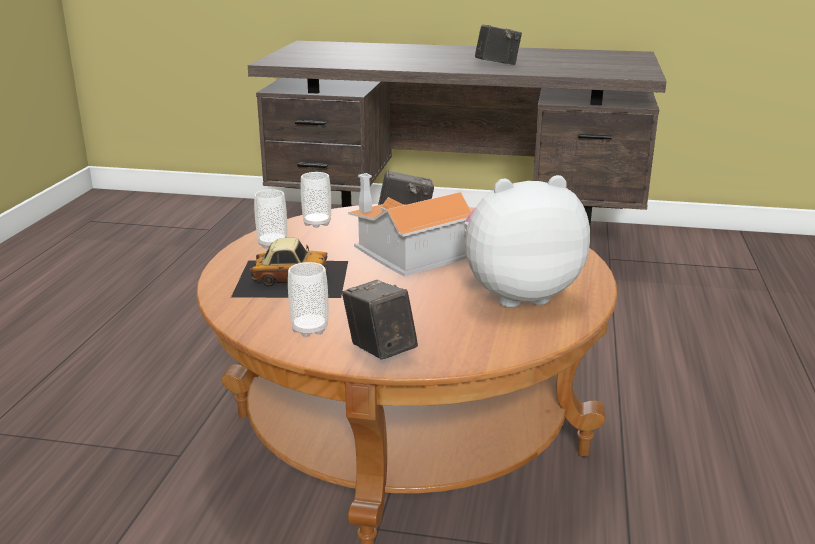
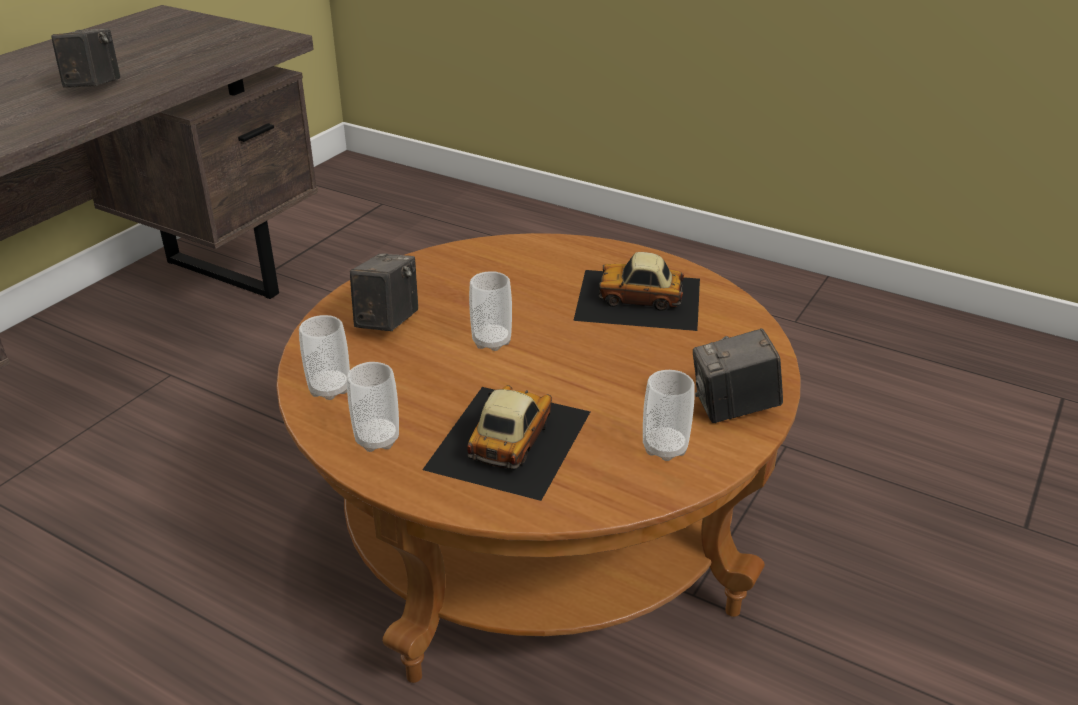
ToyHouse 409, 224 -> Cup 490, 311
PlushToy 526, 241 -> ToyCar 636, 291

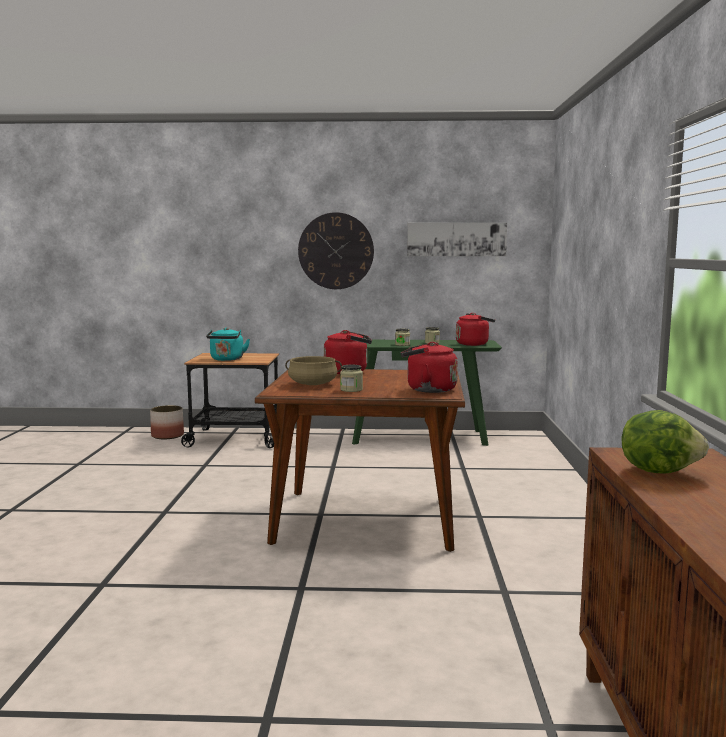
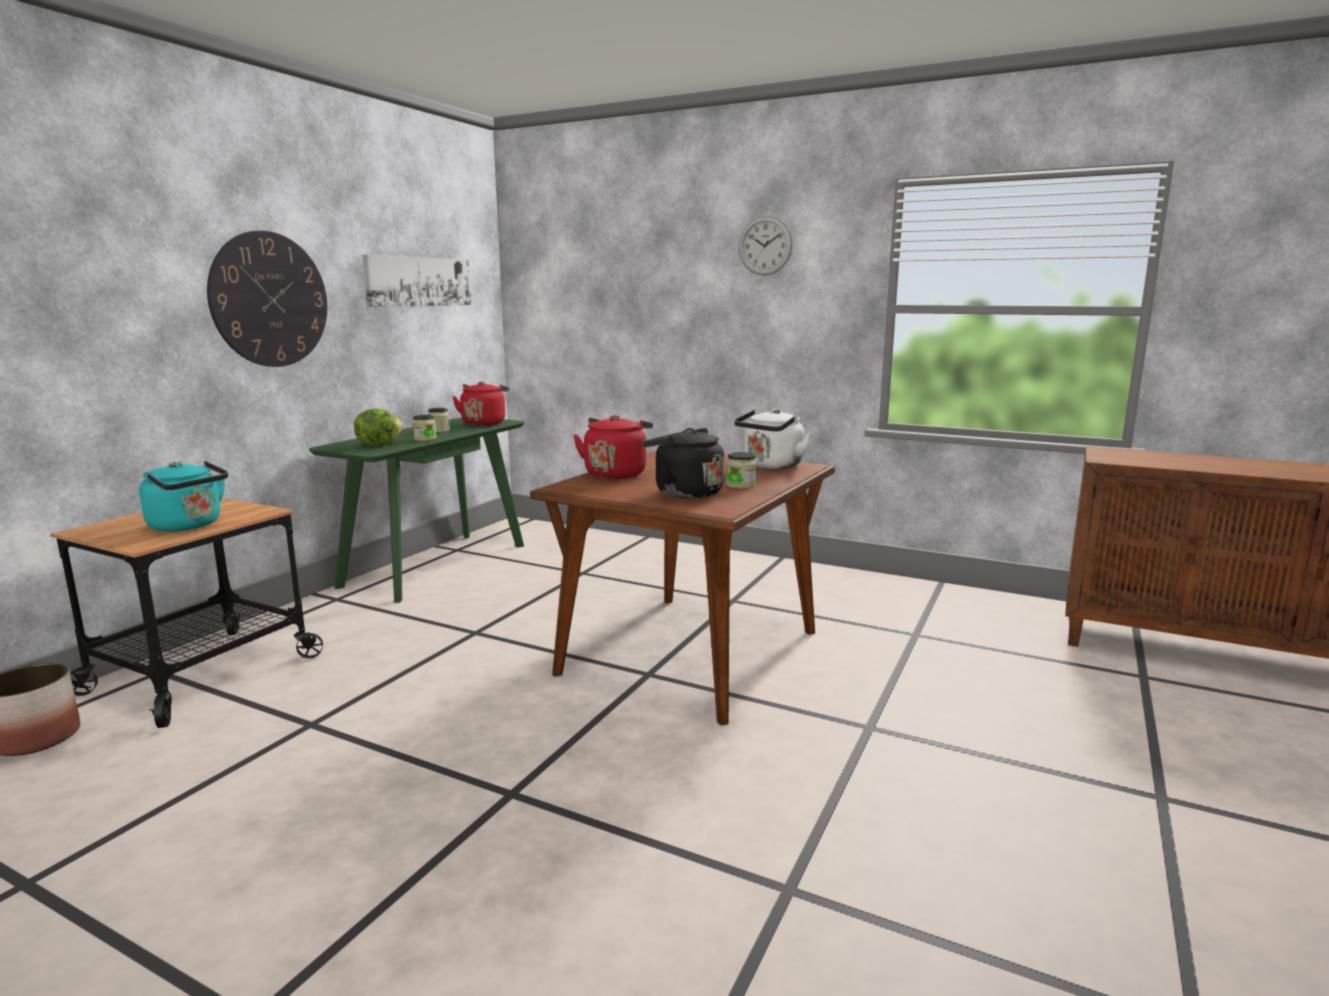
Lettuce 665, 442 -> Lettuce 378, 427, relocated
BeigeCookingPot 313, 370 -> BlackKettle 683, 463
RedKettle 429, 367 -> WhiteKettle 773, 439
none -> WallClock 766, 246

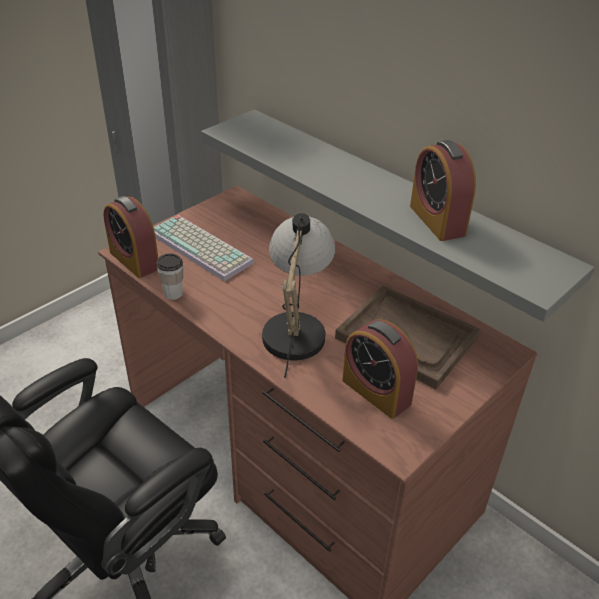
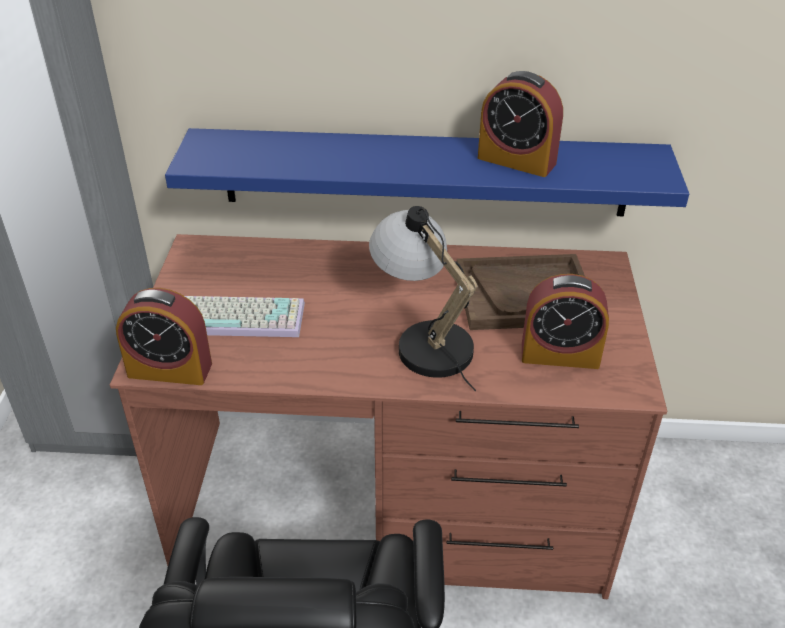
GreyShelf 398, 215 -> BlueShelf 427, 172
Cup 169, 276 -> none

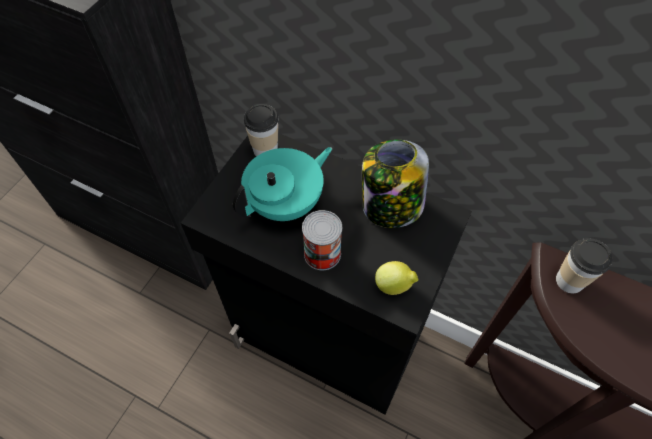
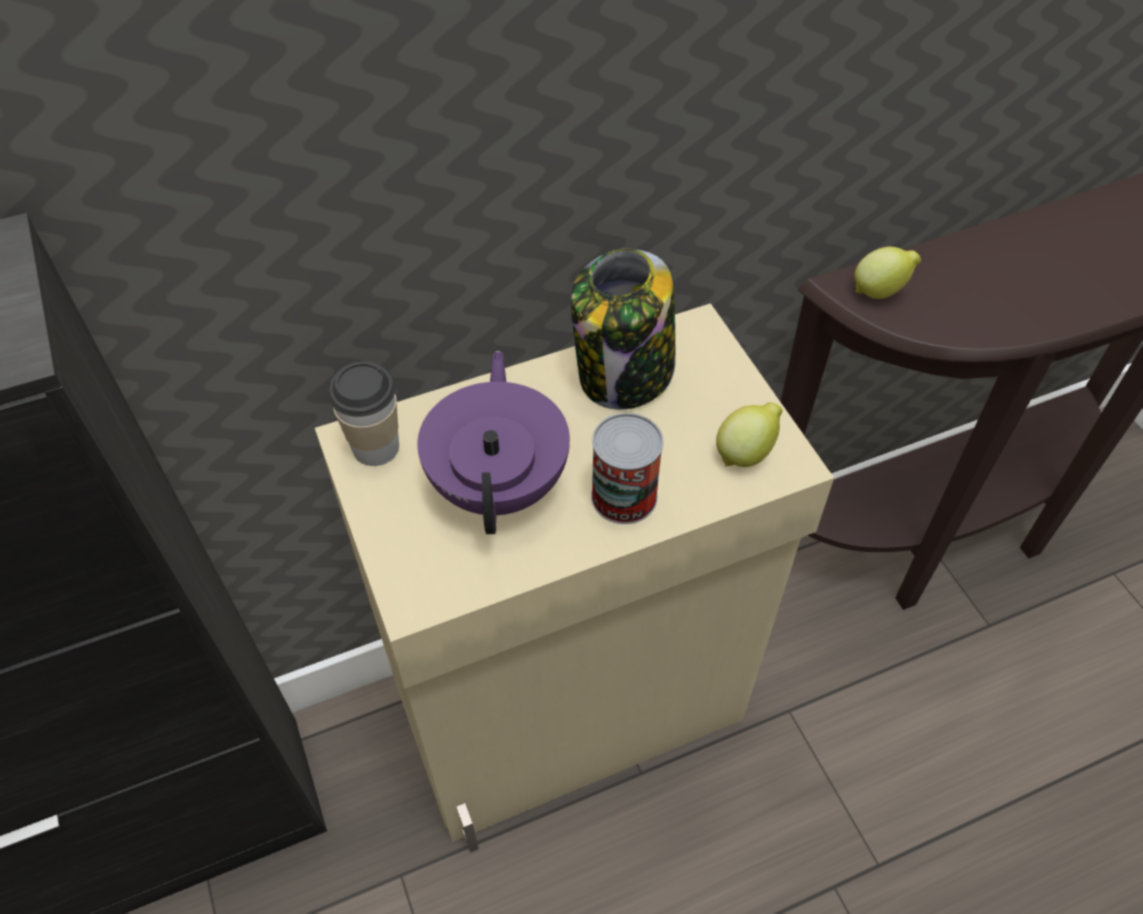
BlackCabinet 326, 273 -> BeigeCabinet 574, 577
TurquoiseTeapot 282, 184 -> PurpleTeapot 493, 442
Cup 584, 265 -> Lemon 887, 273

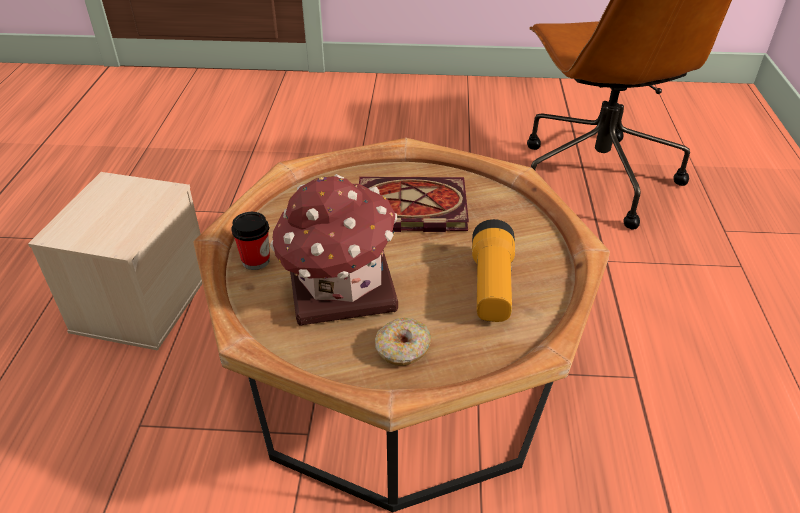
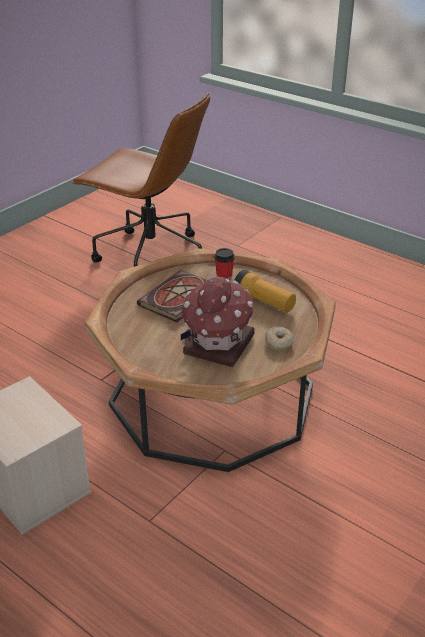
Cup 250, 241 -> Cup 224, 264, relocated

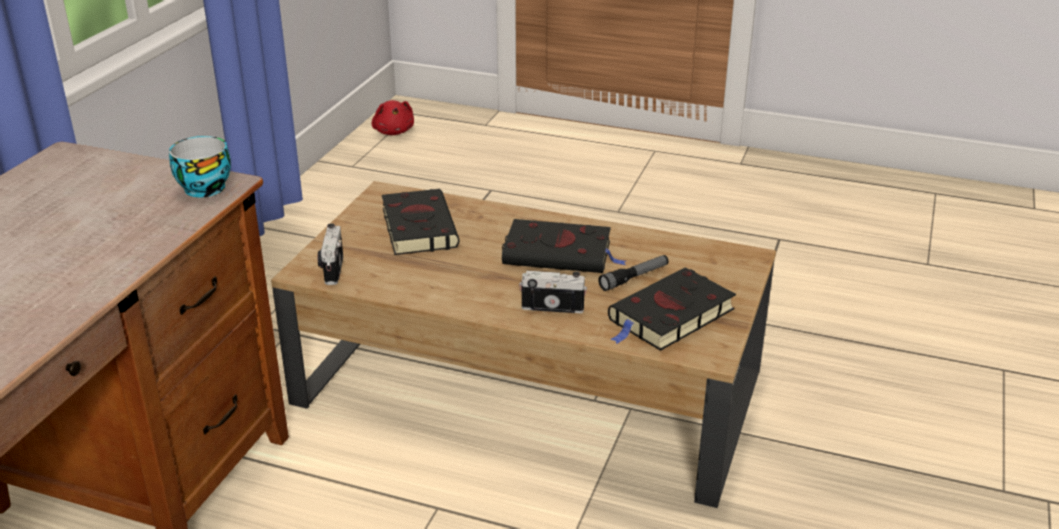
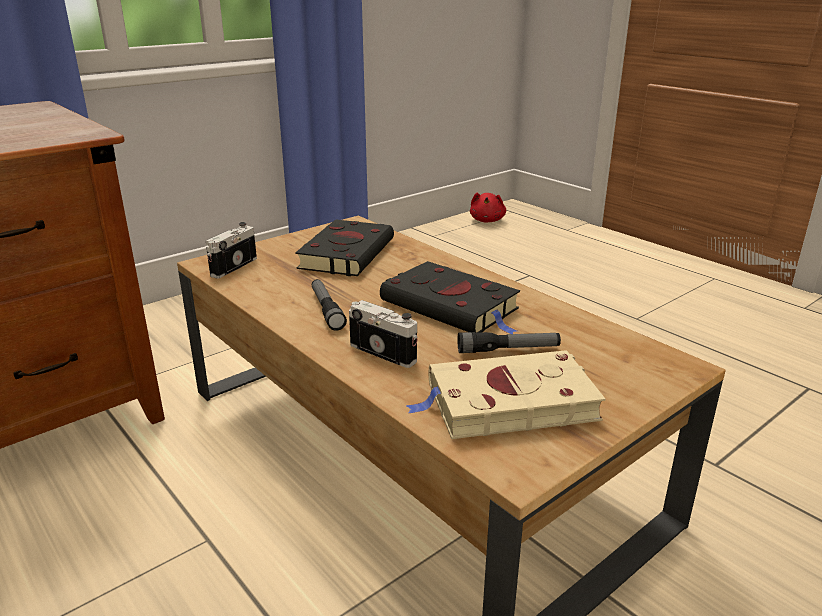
none -> Flashlight 329, 305
BlackBook 672, 309 -> BeigeBook 506, 394
Cup 200, 166 -> none

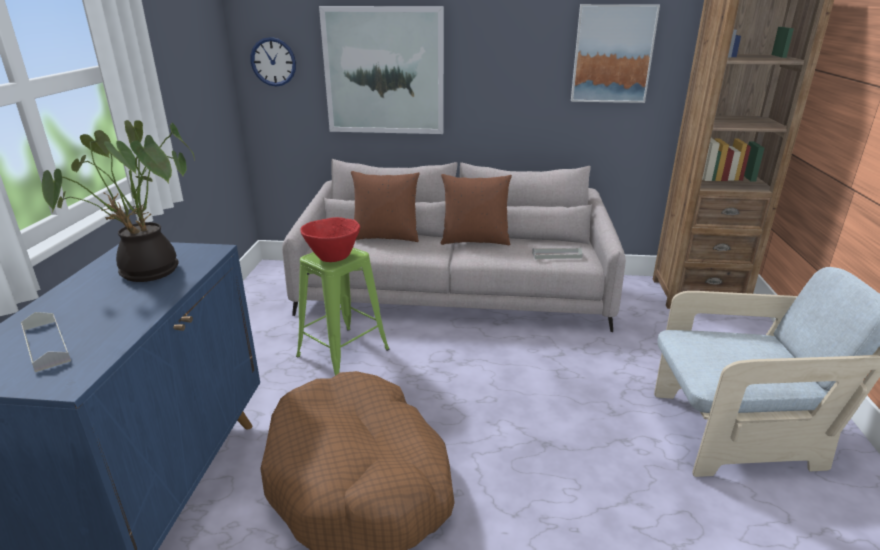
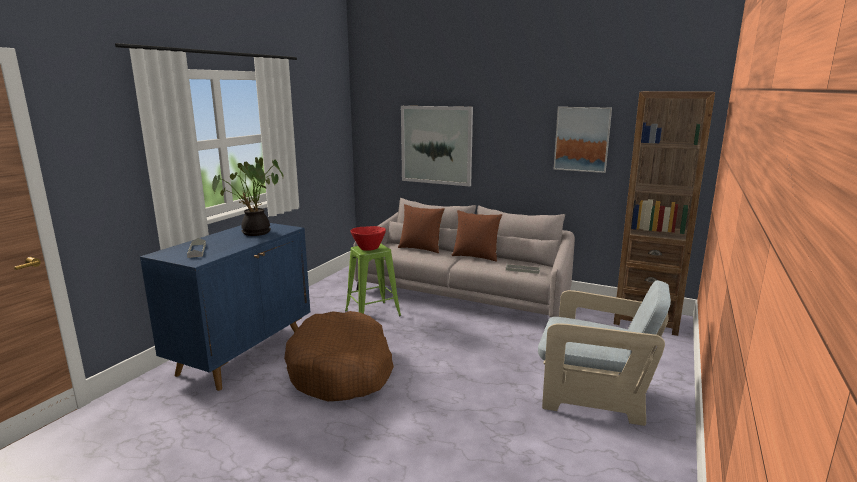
WallClock 273, 61 -> none

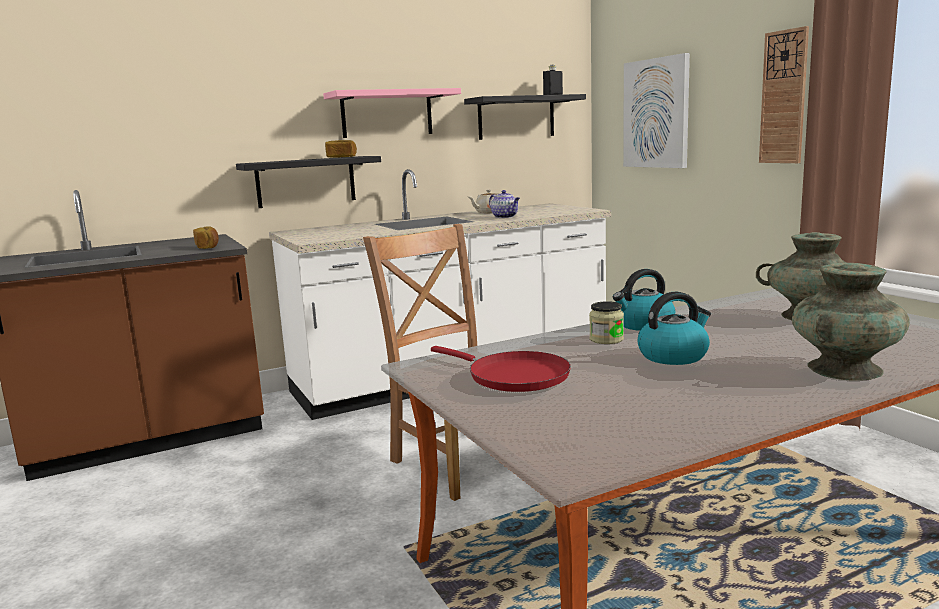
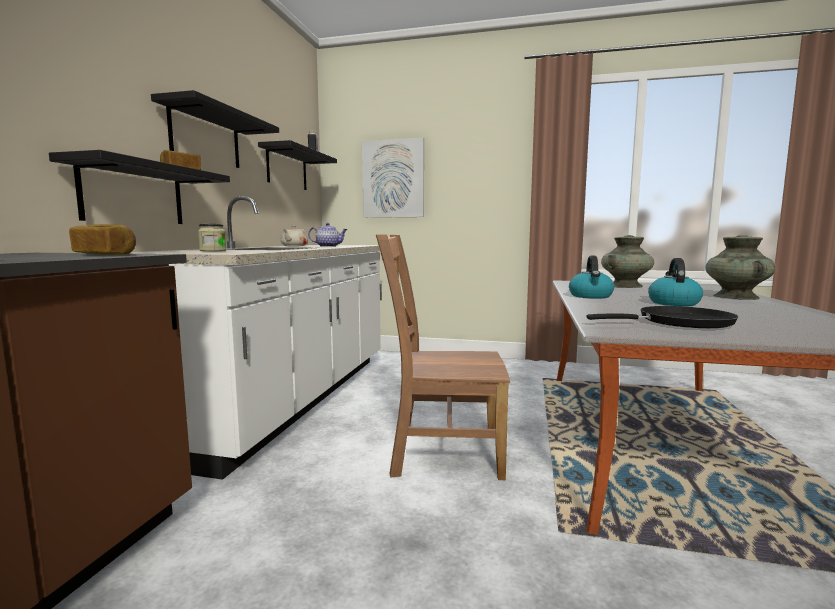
PinkShelf 392, 113 -> BlackShelf 215, 129
Jar 606, 322 -> Jar 212, 237, relocated
RedFryingPan 501, 369 -> BlackFryingPan 663, 317
WallClock 784, 94 -> none

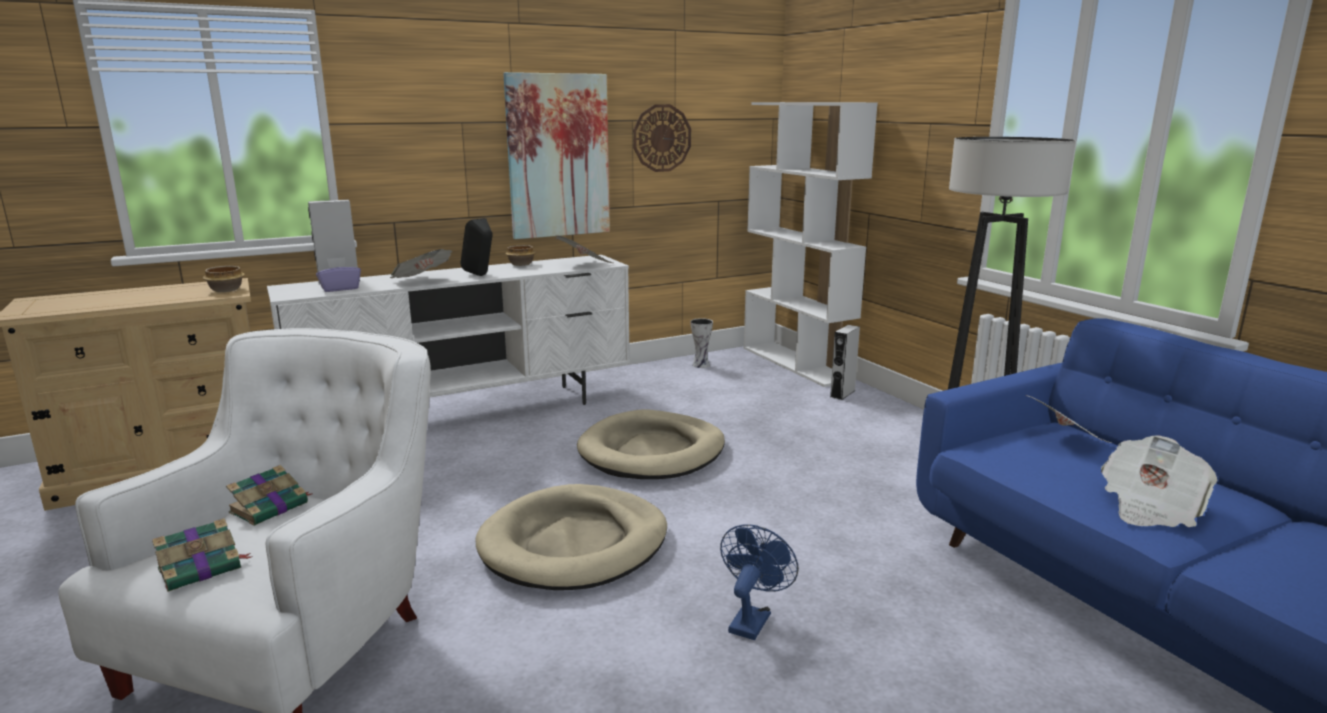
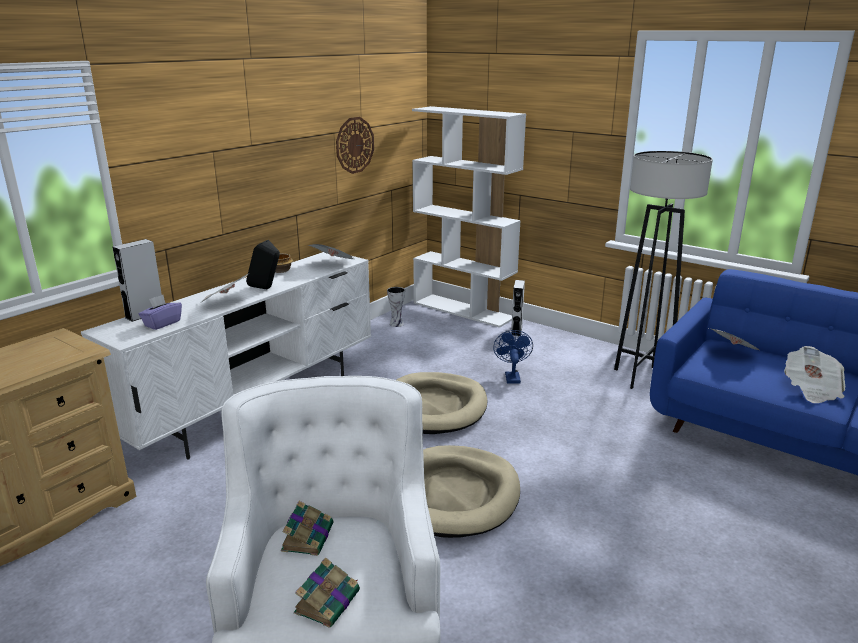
BlueFan 759, 582 -> BlueFan 513, 356, relocated
Bowl 224, 279 -> none
Picture 556, 155 -> none

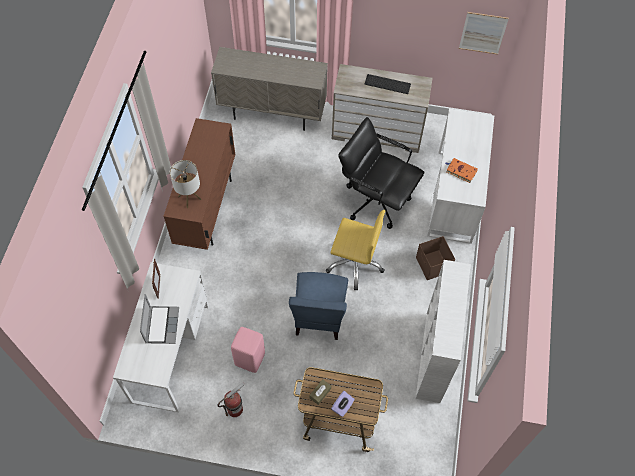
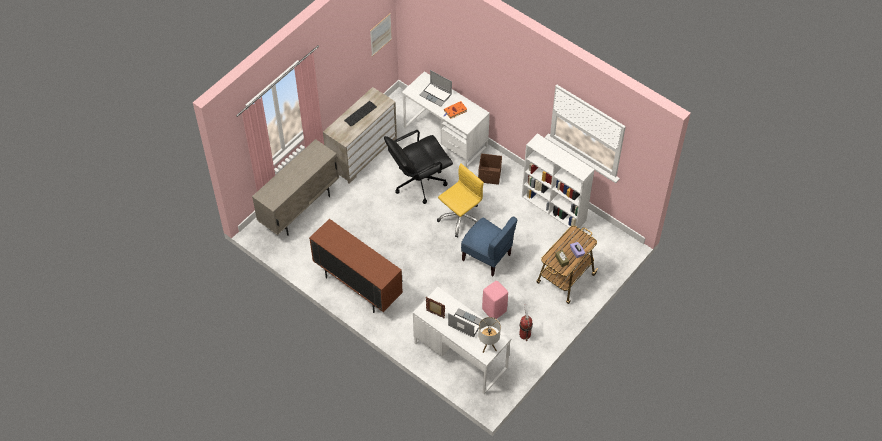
none -> Laptop 436, 88
TableLamp 186, 184 -> TableLamp 489, 335, relocated

